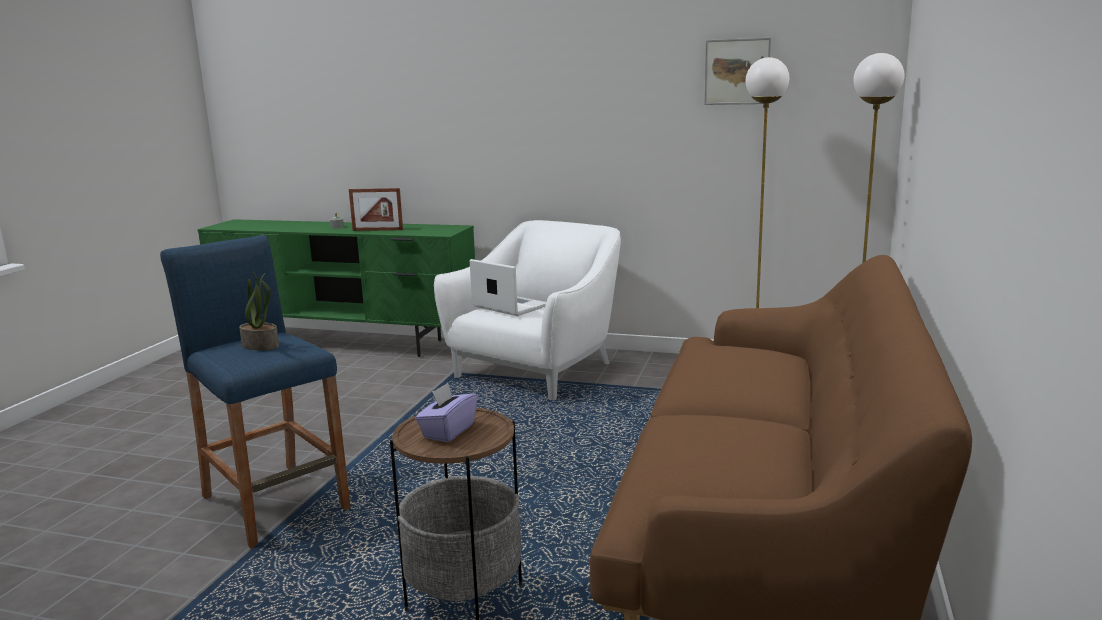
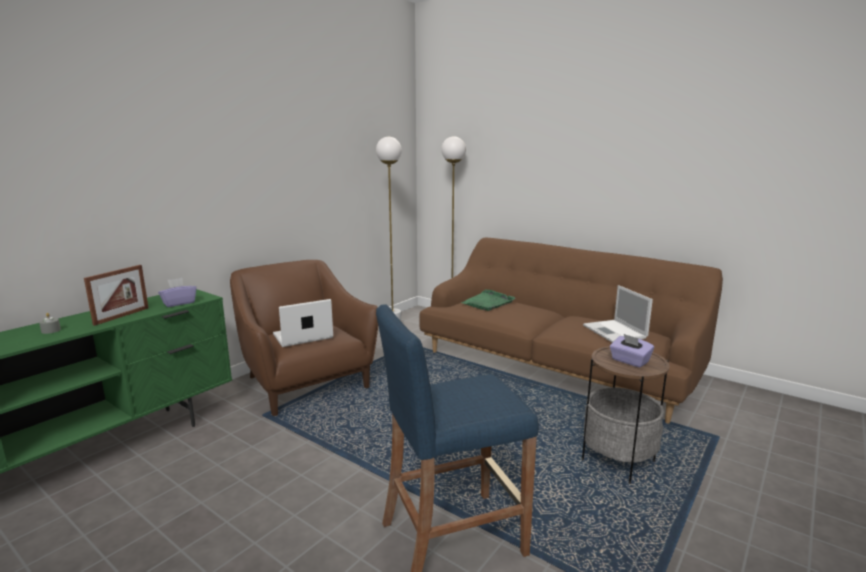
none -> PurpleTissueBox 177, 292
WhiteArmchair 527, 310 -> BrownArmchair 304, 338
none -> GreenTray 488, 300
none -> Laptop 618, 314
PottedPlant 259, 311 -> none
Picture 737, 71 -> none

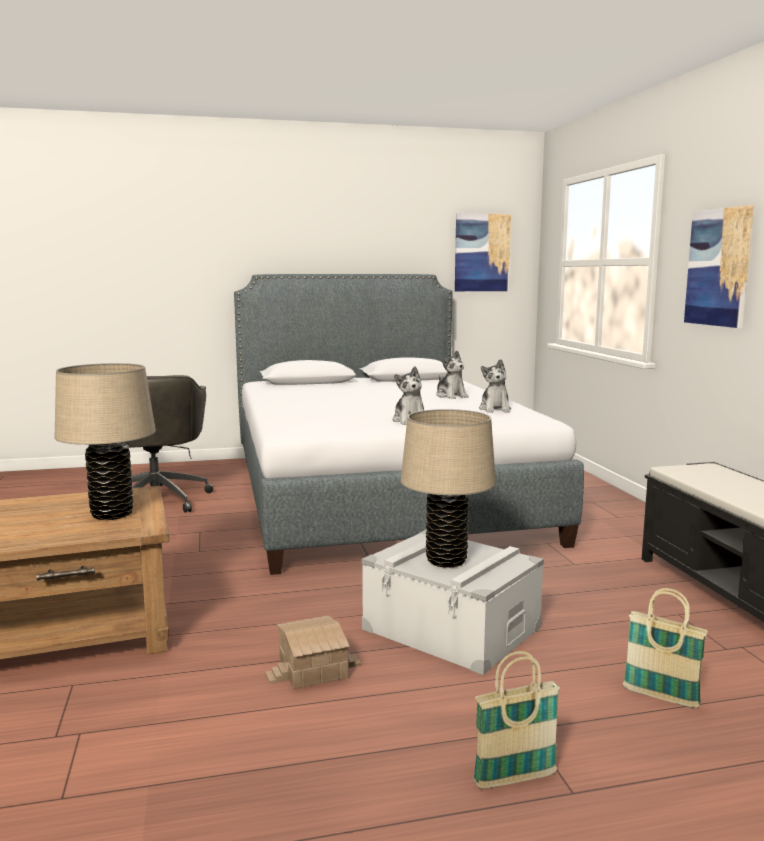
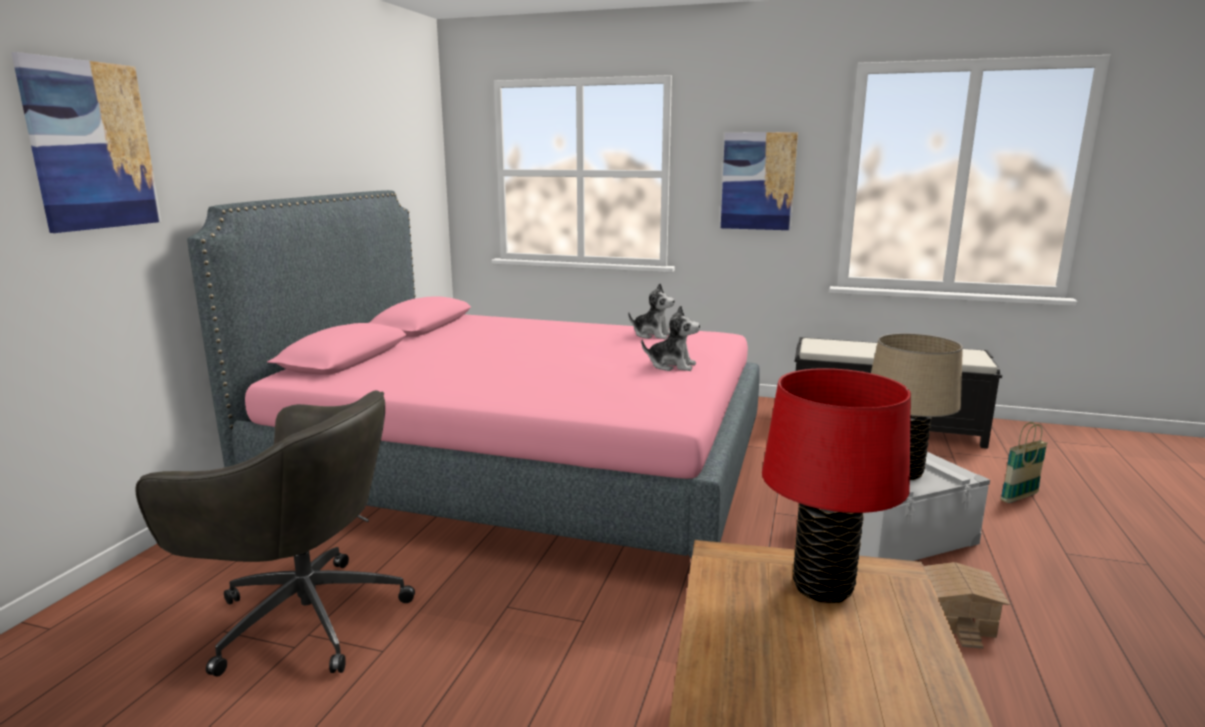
Picture 483, 252 -> Picture 86, 142, relocated
GreyBed 409, 424 -> PinkBed 473, 374
BeigeTableLamp 105, 441 -> RedTableLamp 836, 485
PlushToy 452, 374 -> none
Basket 516, 720 -> none

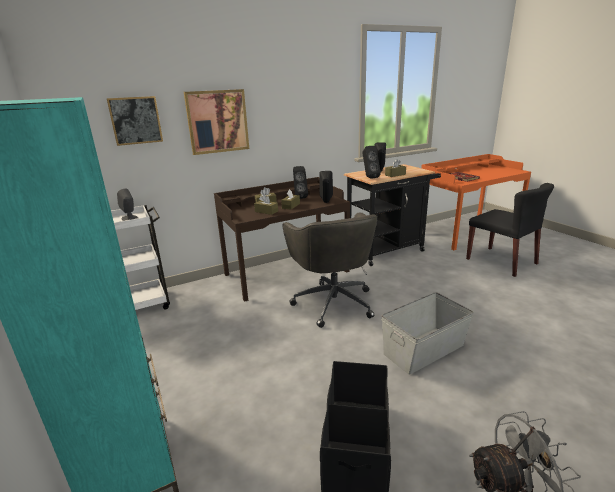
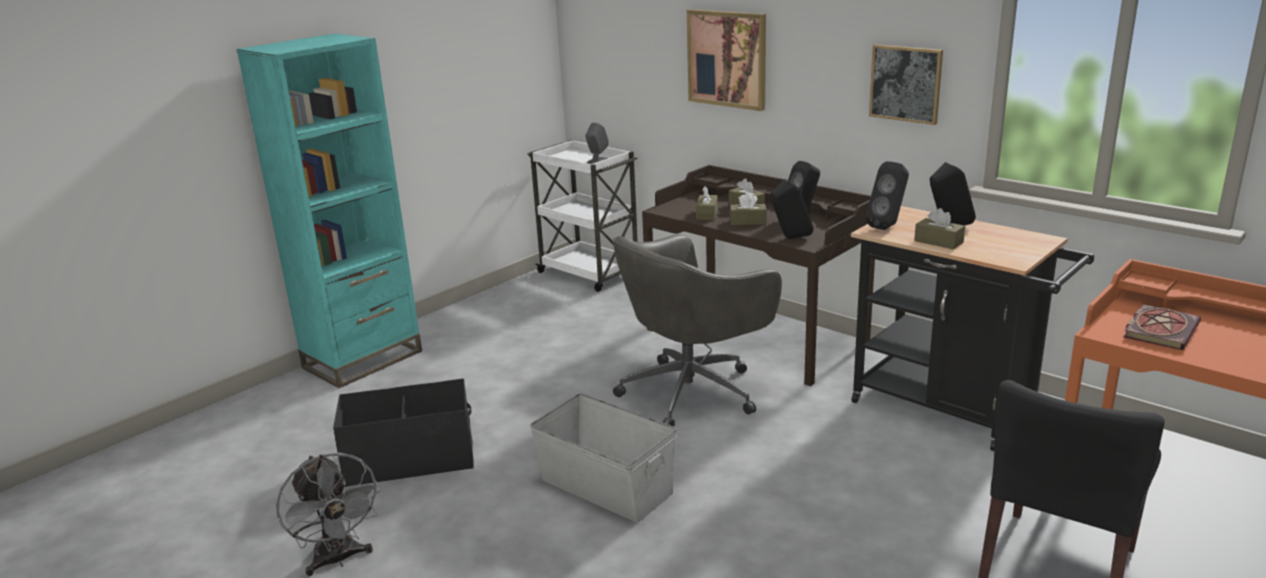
Picture 135, 121 -> Picture 906, 84, relocated

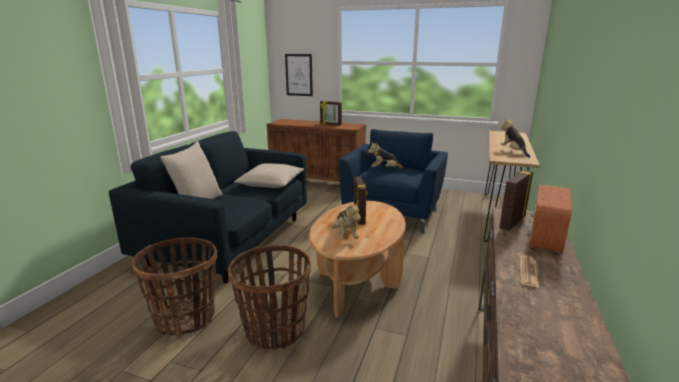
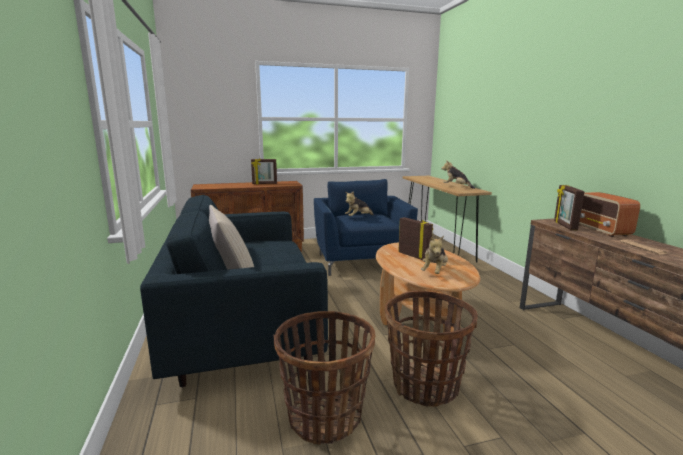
PlushToy 346, 220 -> PlushToy 434, 255, 75 degrees clockwise
BeigePillow 269, 175 -> none
Picture 299, 75 -> none

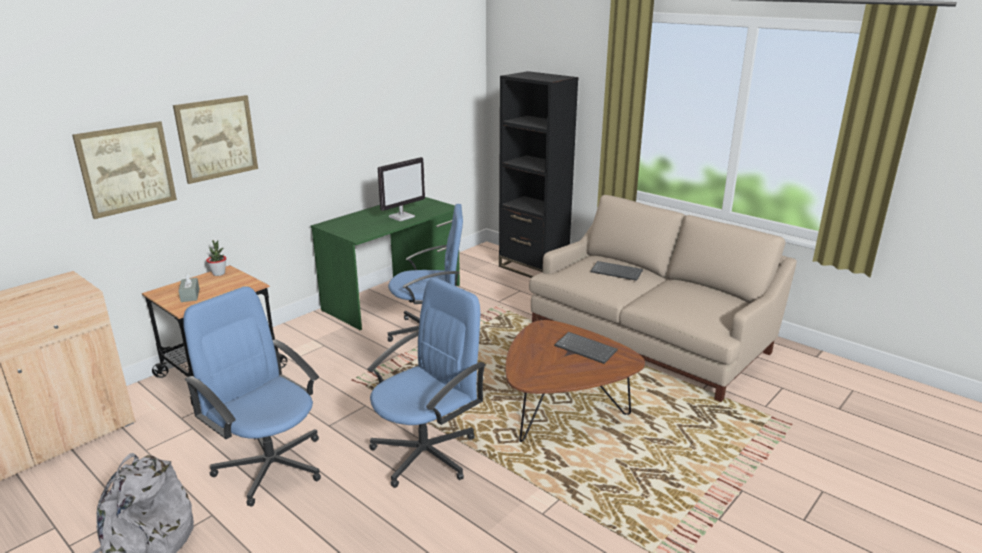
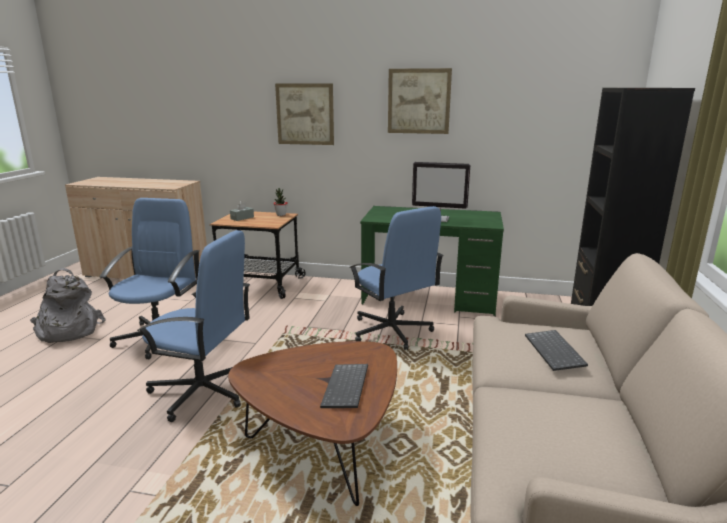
Picture 124, 170 -> Picture 420, 101, relocated

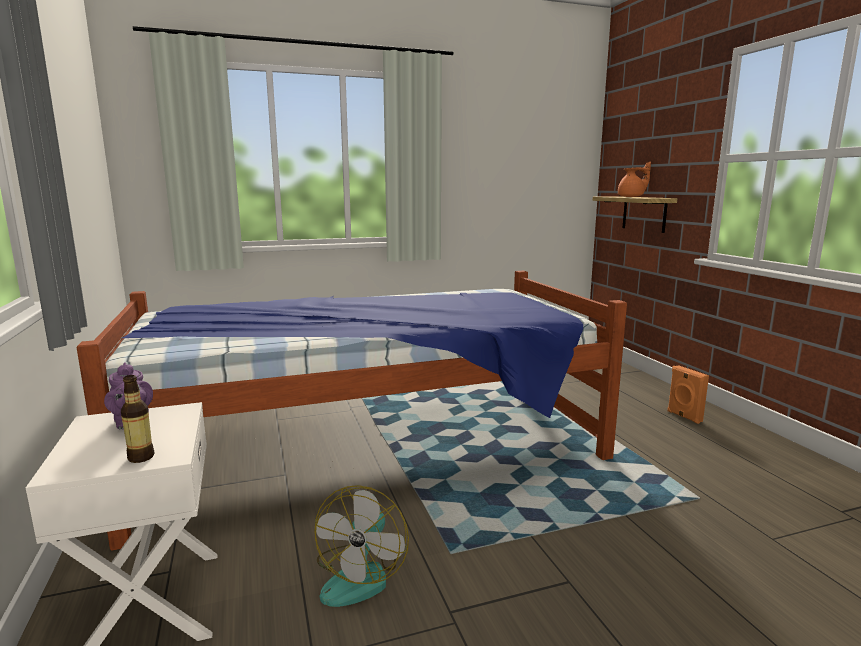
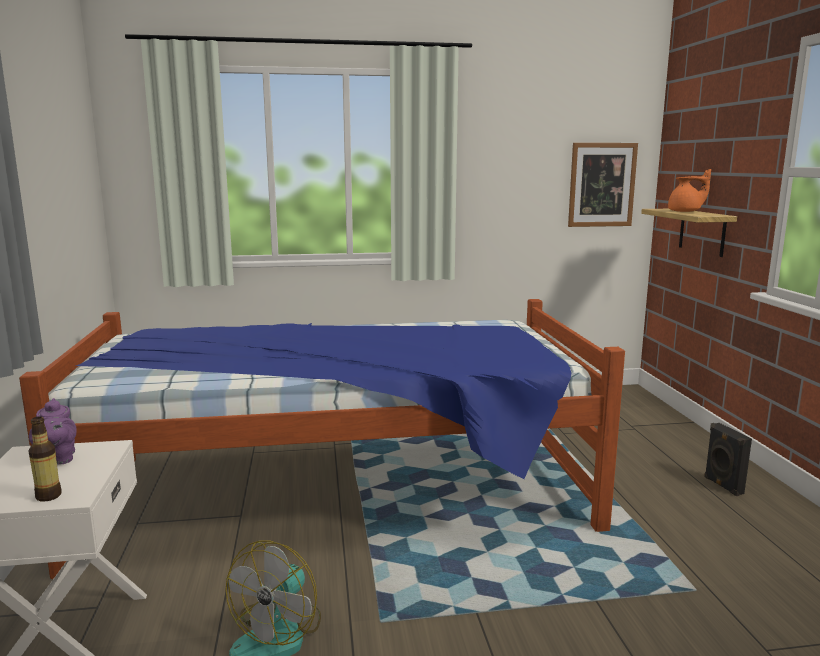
none -> Picture 603, 185
OrangeSpeaker 688, 394 -> BlackSpeaker 728, 459

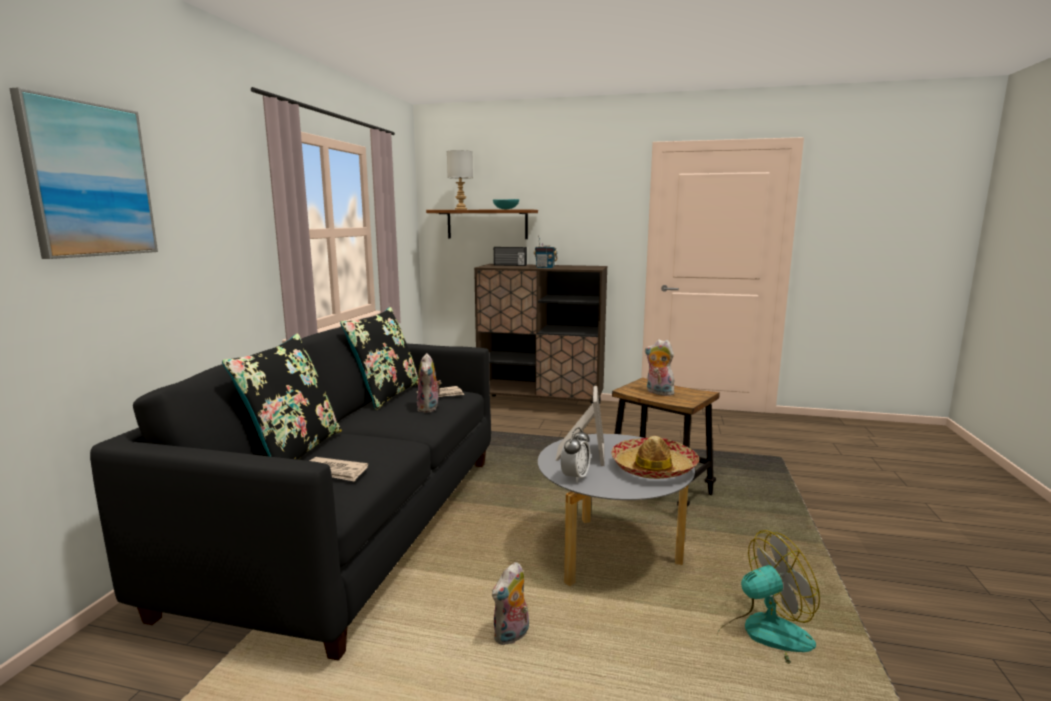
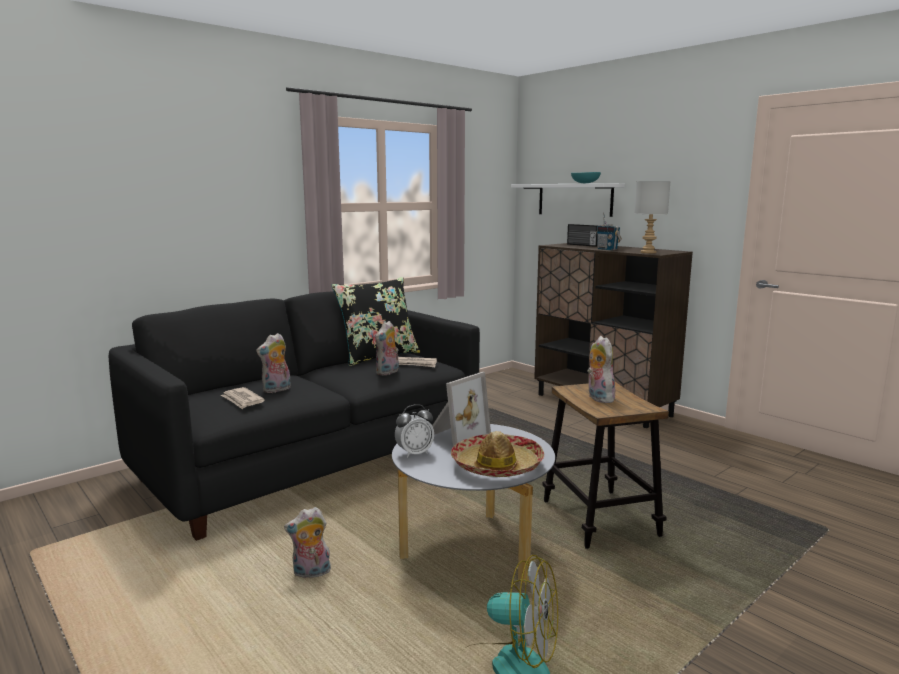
none -> PlushToy 273, 363
BrownShelf 482, 224 -> WhiteShelf 568, 200
GreyTableLamp 460, 180 -> GreyTableLamp 652, 217, relocated
Picture 83, 173 -> none
BlackPillow 282, 397 -> none

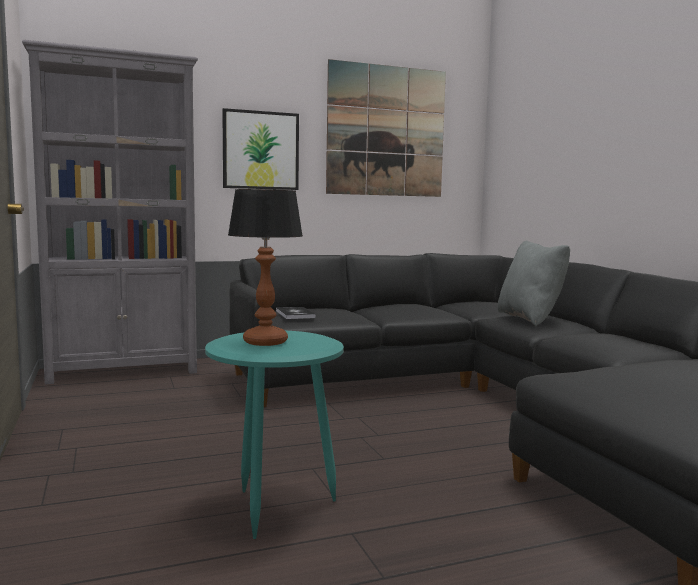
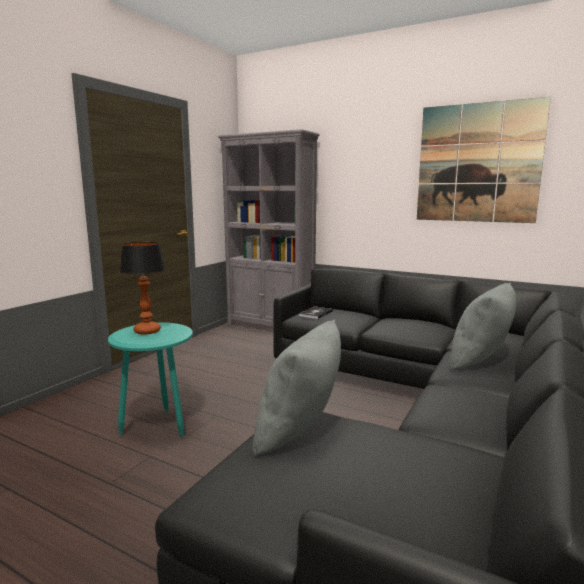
none -> GreyPillow 296, 388
Picture 260, 149 -> none

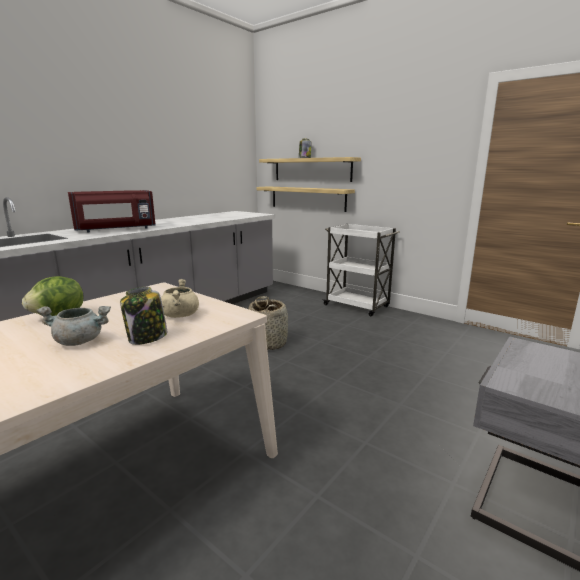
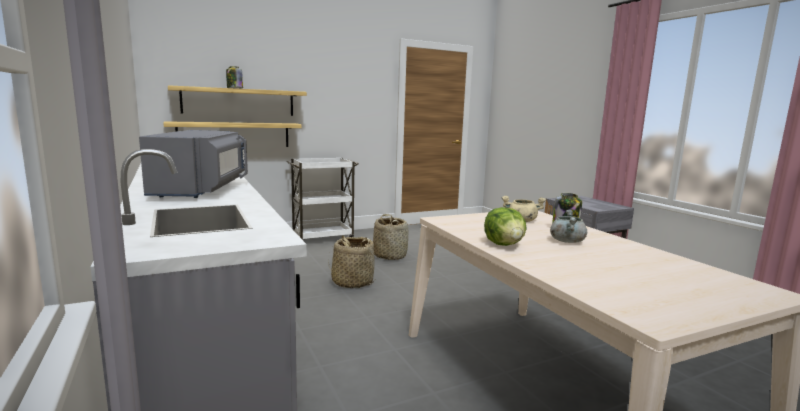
RedMicrowave 112, 211 -> GreyMicrowave 193, 164
none -> Basket 391, 237

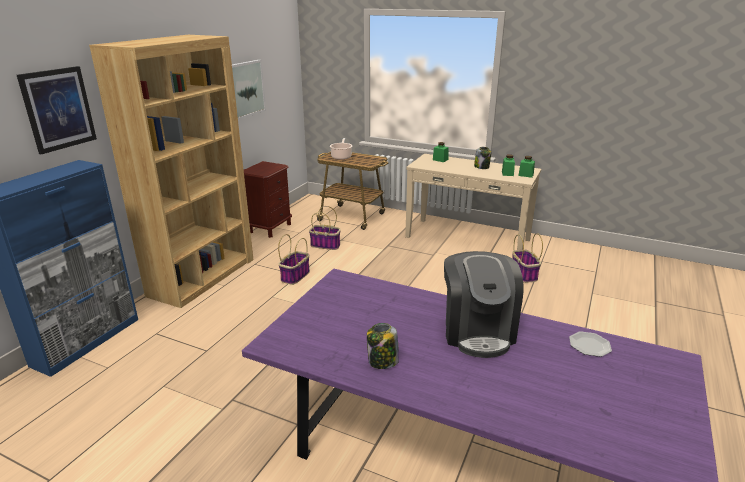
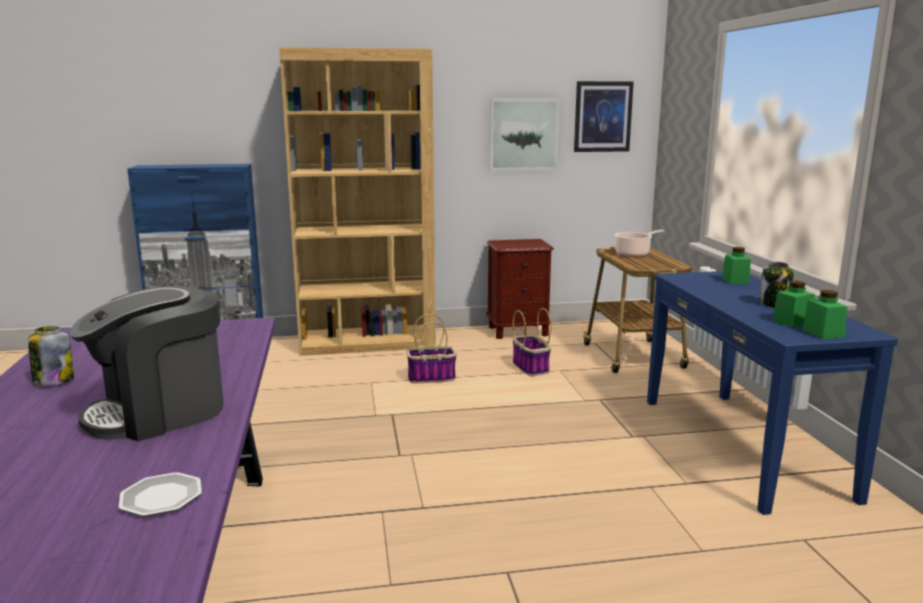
Picture 57, 110 -> Picture 604, 116, relocated
BeigeConsoleTable 473, 202 -> BlueConsoleTable 772, 393
Basket 527, 258 -> none

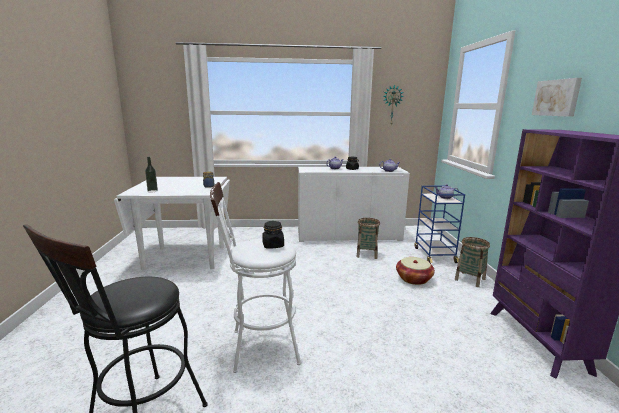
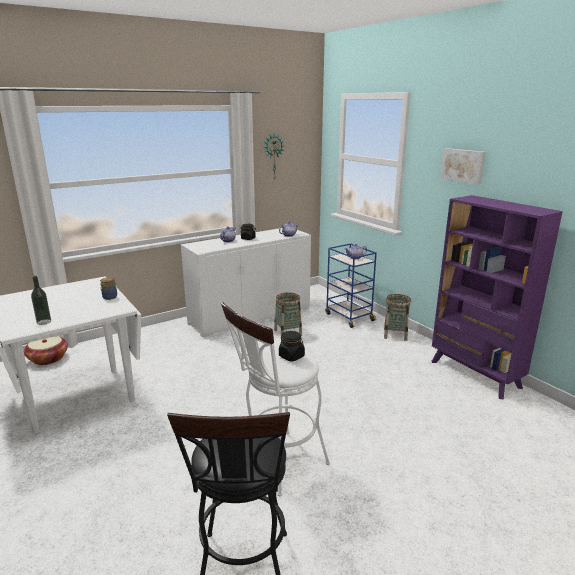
Basket 415, 271 -> Basket 46, 350, relocated

